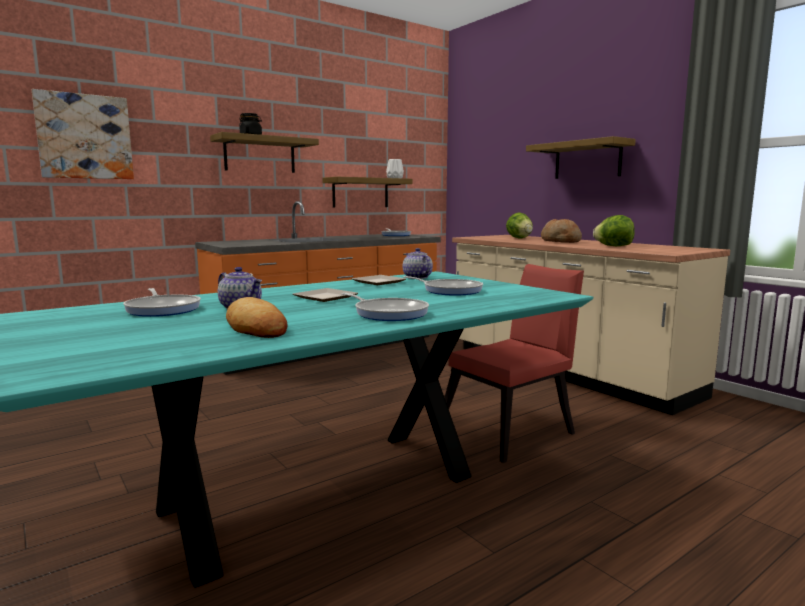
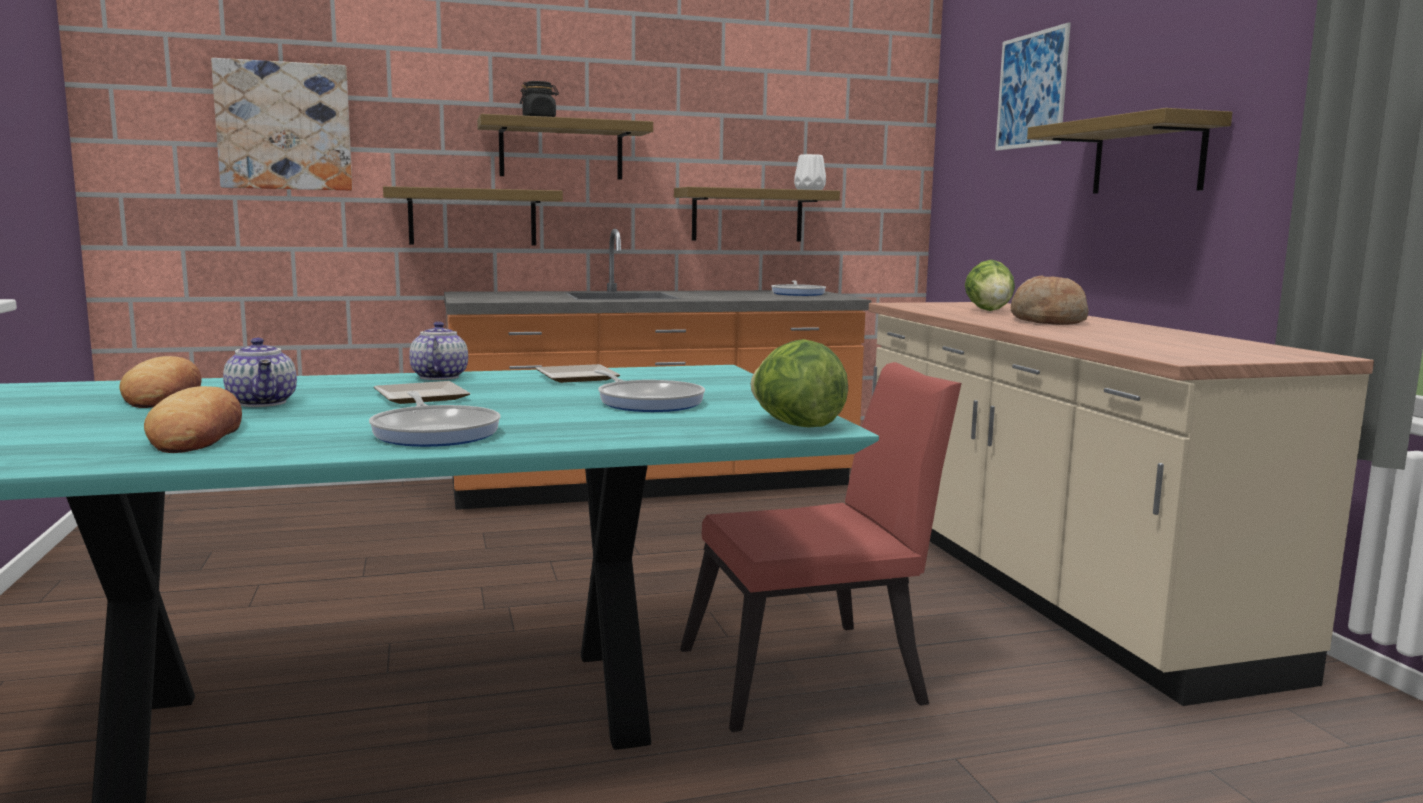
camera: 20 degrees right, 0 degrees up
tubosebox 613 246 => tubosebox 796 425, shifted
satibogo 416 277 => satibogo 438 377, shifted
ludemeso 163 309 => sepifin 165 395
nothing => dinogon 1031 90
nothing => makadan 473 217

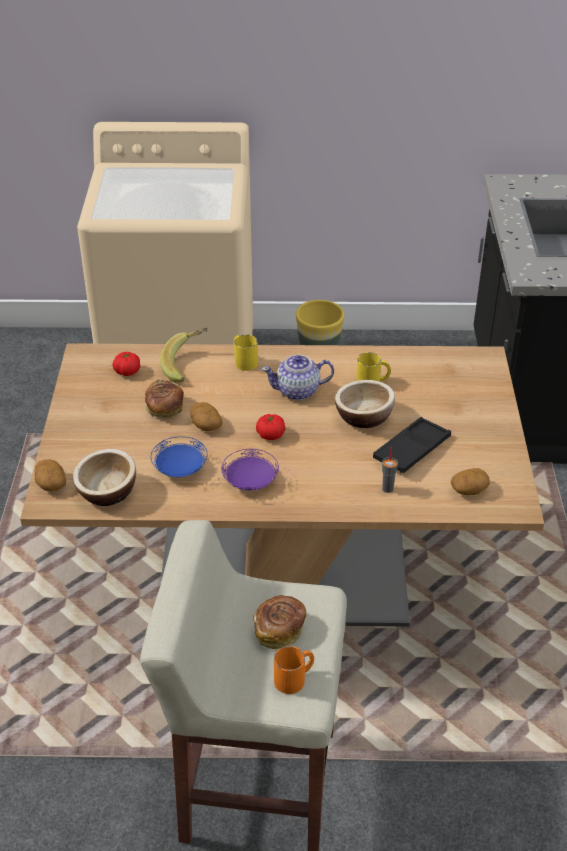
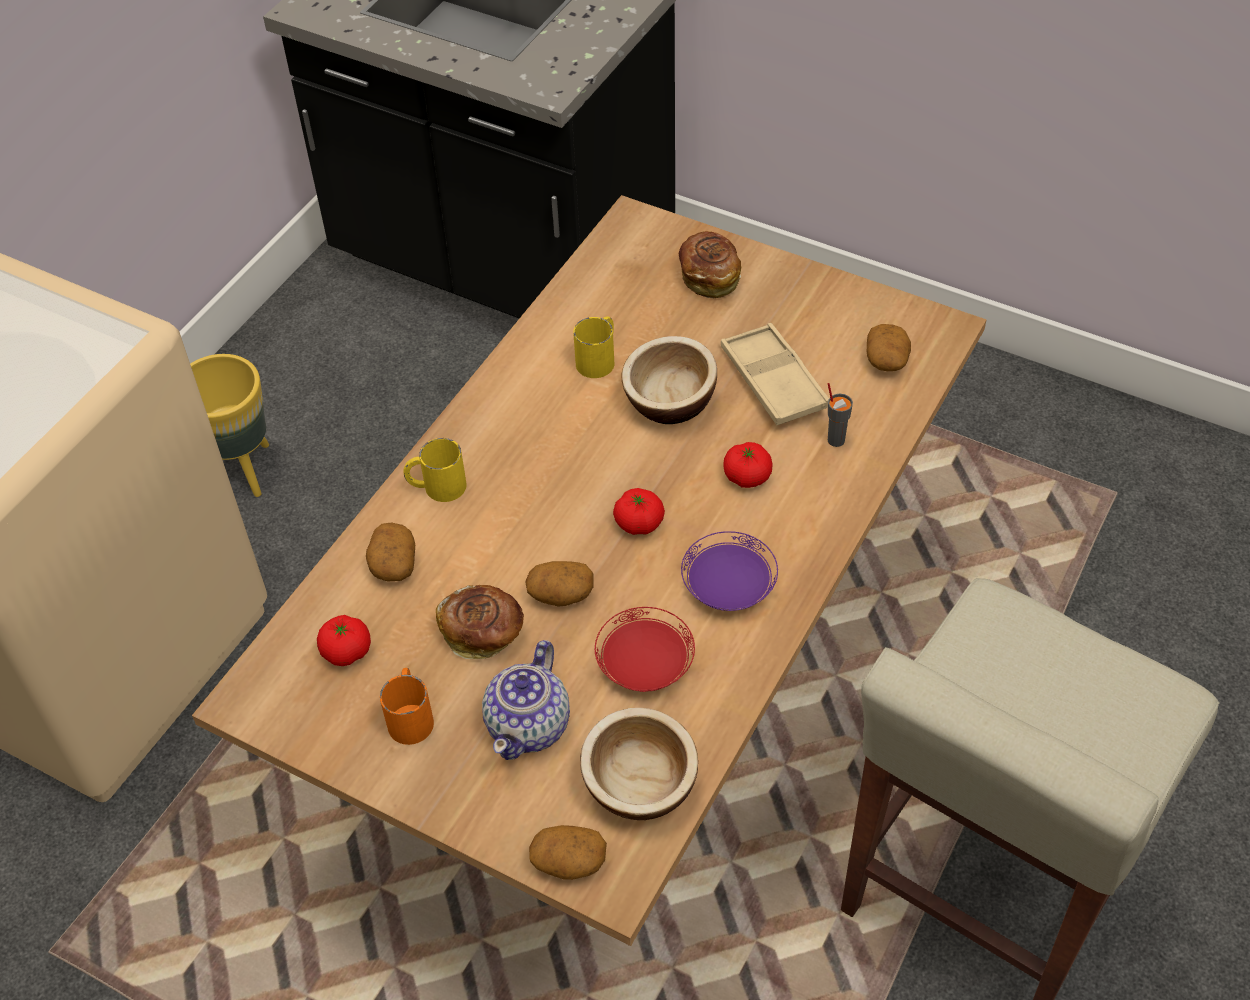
camera: 60 degrees left, 10 degrees up
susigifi 187 365 => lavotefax 393 563
satibogo 298 391 => satibogo 529 725, shifted
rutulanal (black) 411 450 => rutulanal (beige) 773 381
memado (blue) 180 468 => memado (red) 645 665
sepifin 279 630 => sepifin 709 276, shifted
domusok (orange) 295 678 => domusok (orange) 410 715, shifted
nothing => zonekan 747 476

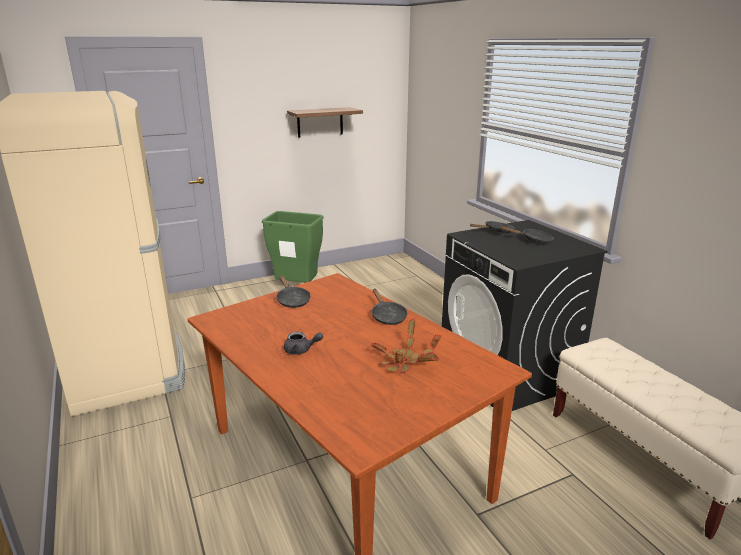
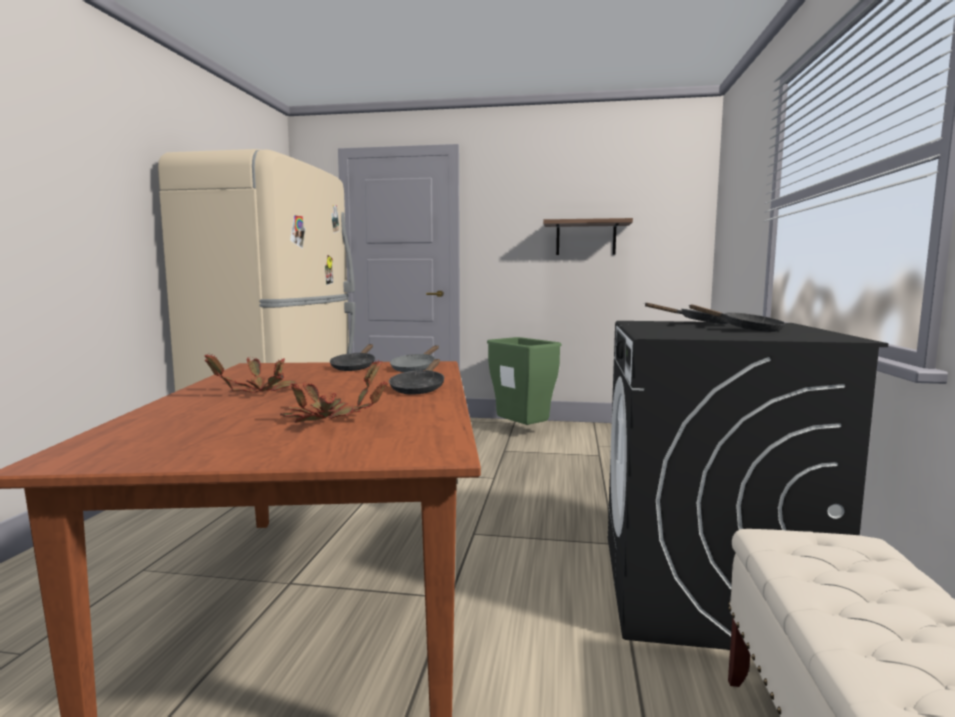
camera: 35 degrees right, 15 degrees down
satibogo (grey) 301 350 => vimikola 257 391
nothing => ludemeso (grey) 415 368

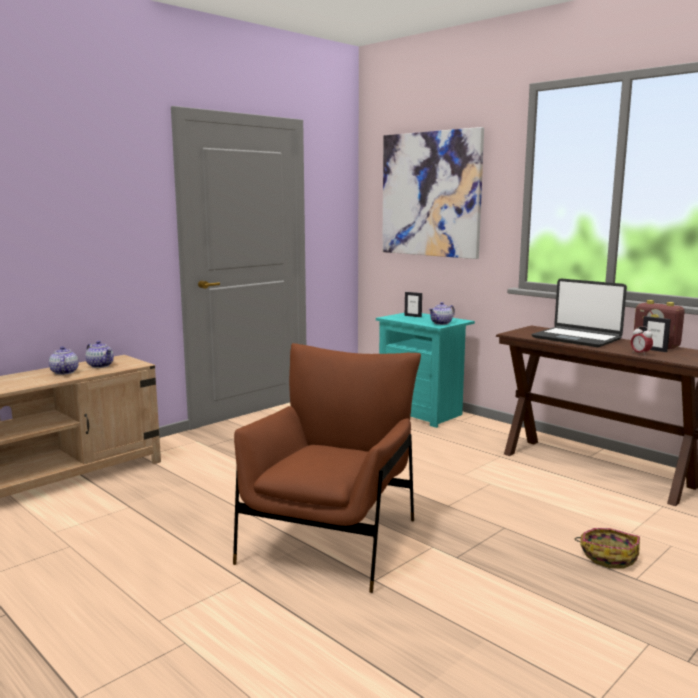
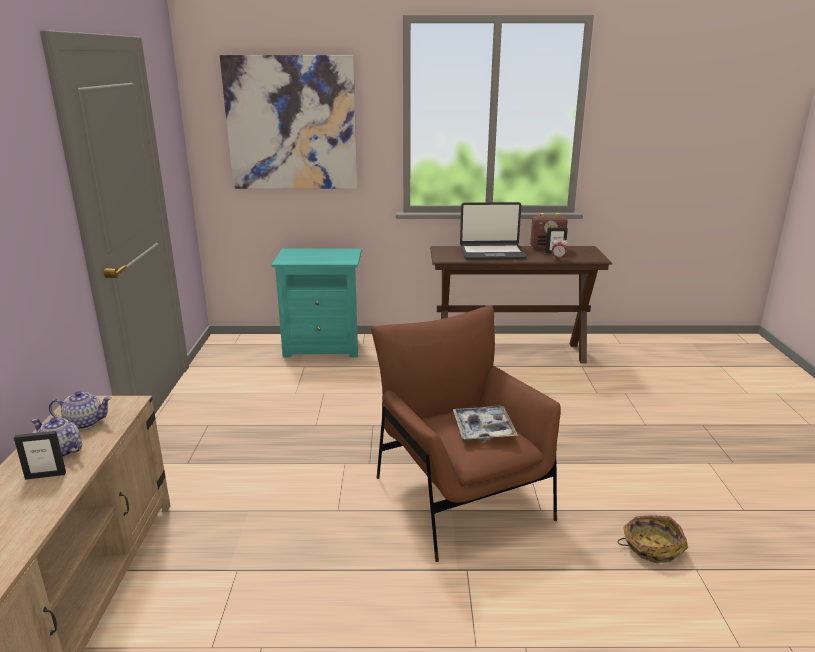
camera: 45 degrees left, 10 degrees up
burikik 413 316 => burikik 45 475, shifted
satibogo 441 323 => nothing
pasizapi 608 556 => pasizapi 651 546, shifted
nothing => rutulanal 483 429

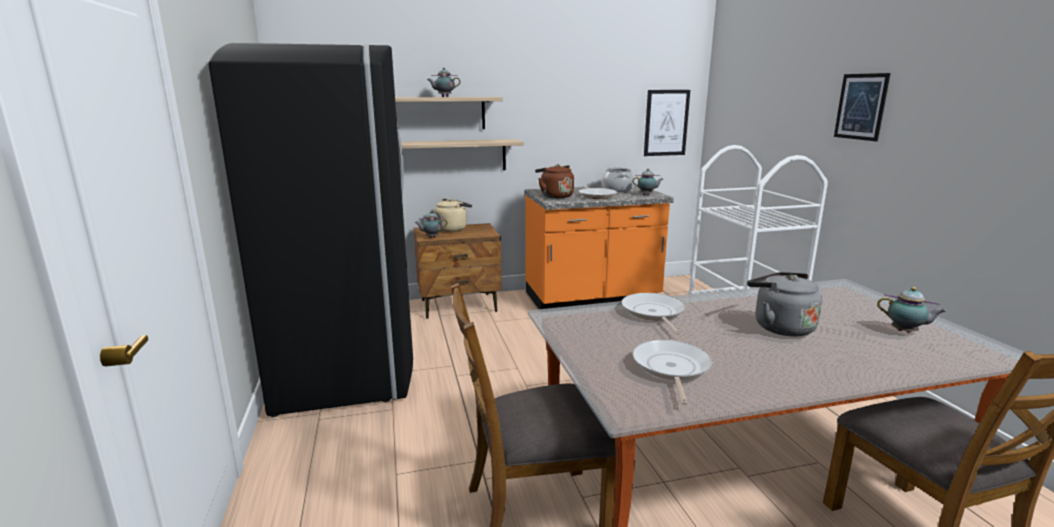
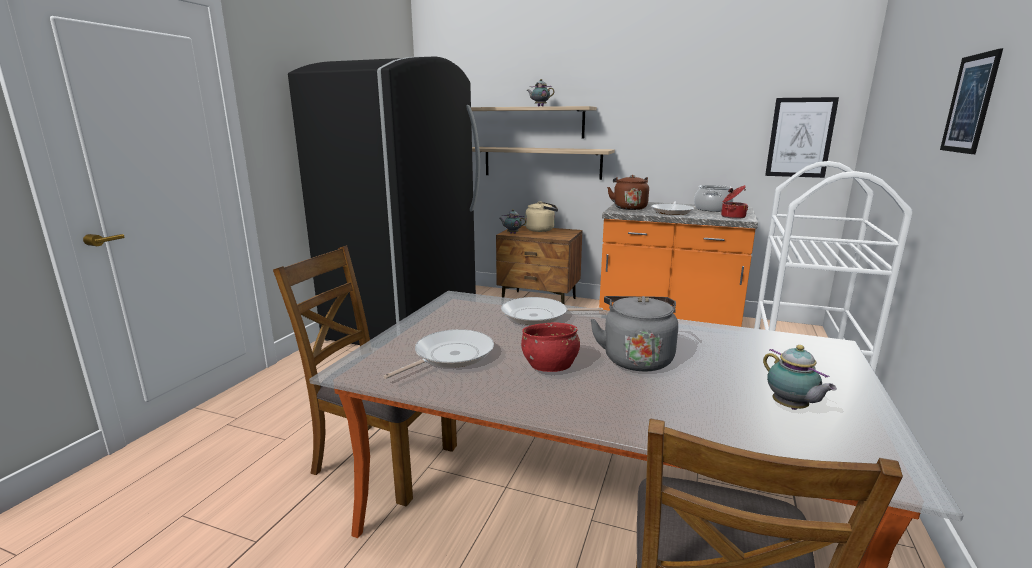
camera: 35 degrees right, 0 degrees up
satibogo 647 194 => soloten 732 216
ludemeso 653 313 => ludemeso 538 316, 120 degrees counterclockwise
nothing => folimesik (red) 550 366

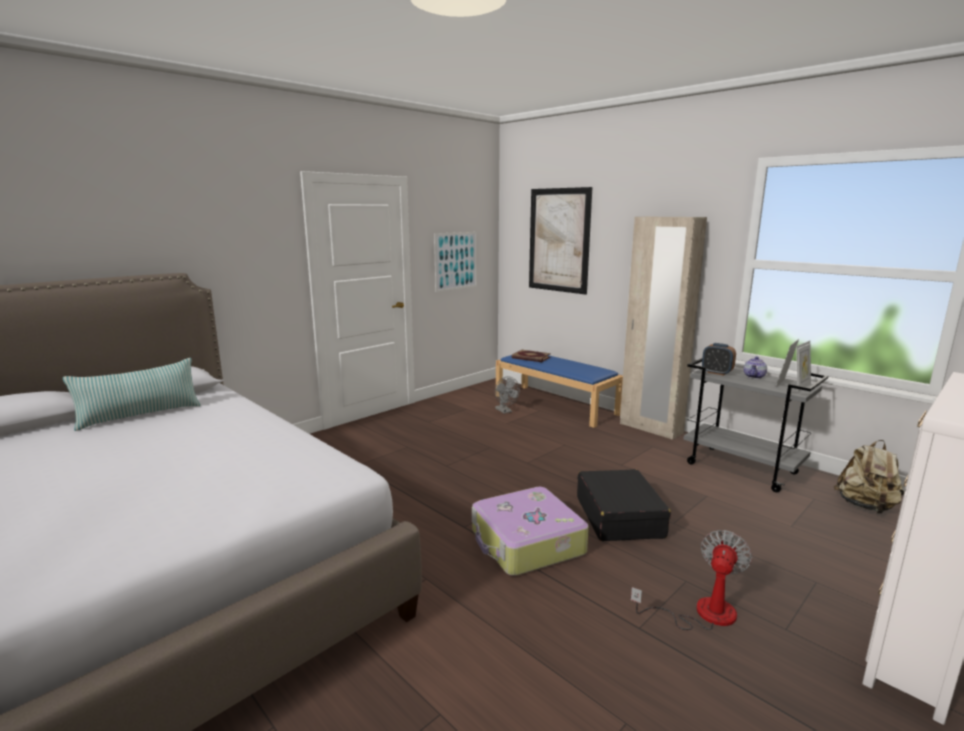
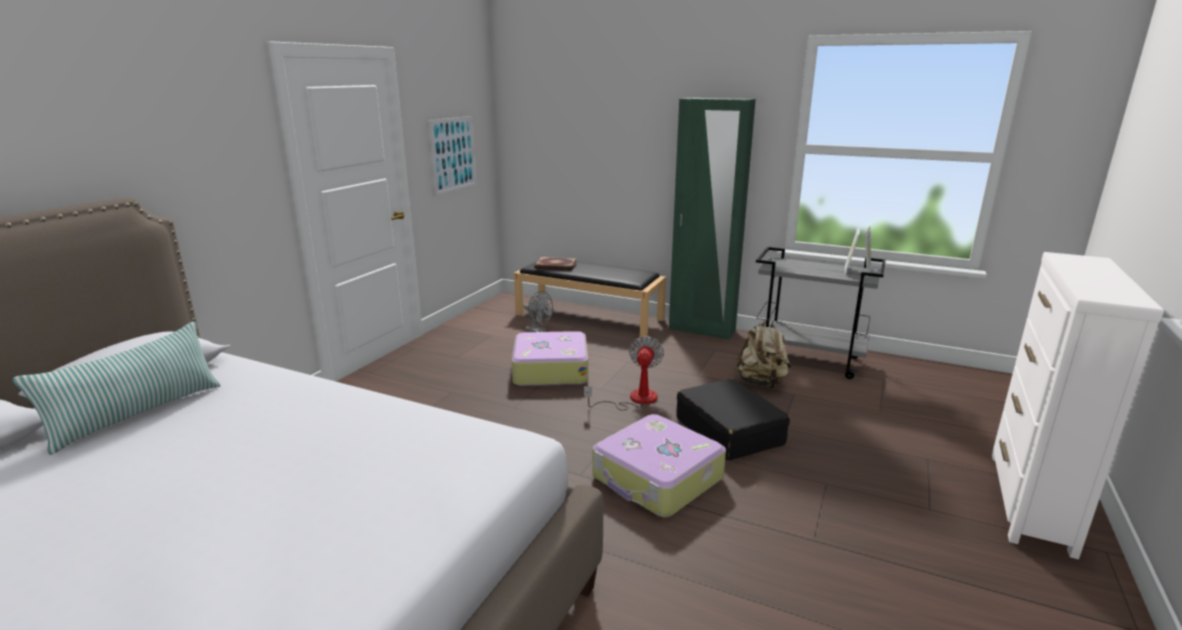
camera: 20 degrees left, 5 degrees up
dinogon 558 240 => nothing
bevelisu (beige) 650 428 => bevelisu (green) 701 330
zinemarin 717 372 => nothing
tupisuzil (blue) 556 405 => tupisuzil (black) 590 317
satibogo 754 376 => nothing
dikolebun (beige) 866 506 => dikolebun (beige) 761 383, shifted
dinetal 702 613 => dinetal 634 399, shifted
nothing => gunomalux 550 369

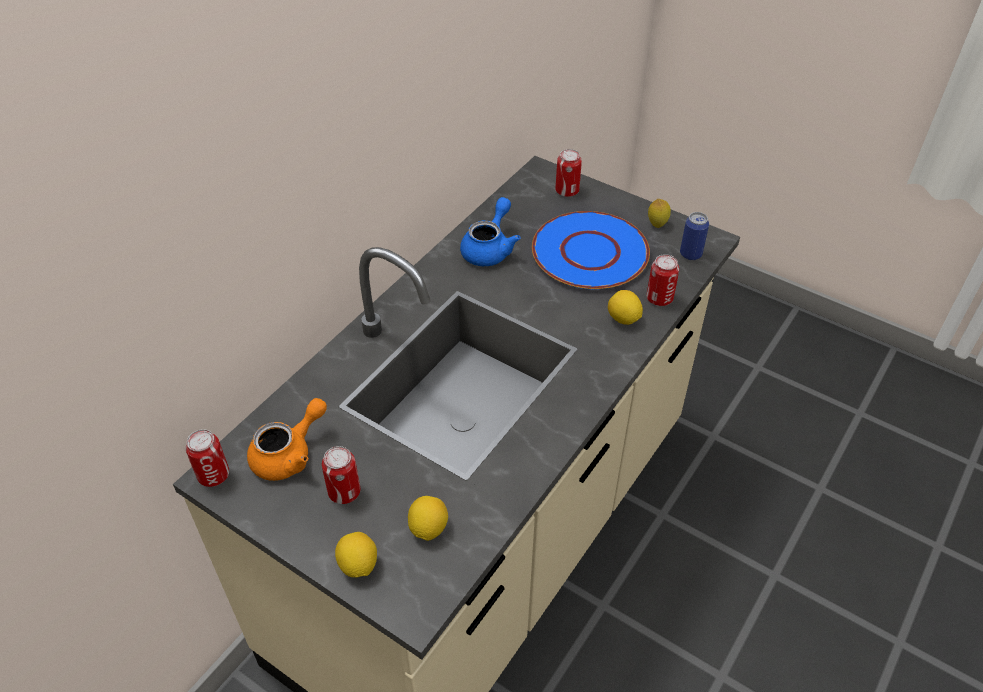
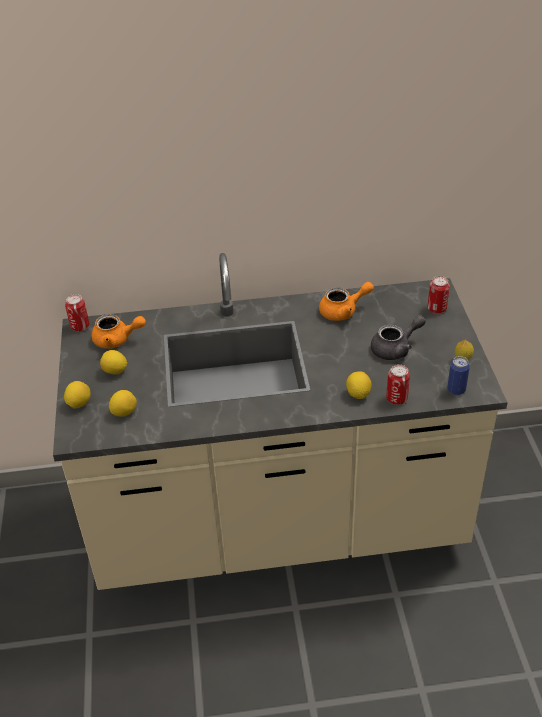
camera: 50 degrees right, 5 degrees down
satibogo (blue) 490 248 => satibogo (orange) 343 311
memado (blue) 589 252 => satibogo (grey) 396 348
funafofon 344 492 => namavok 115 371

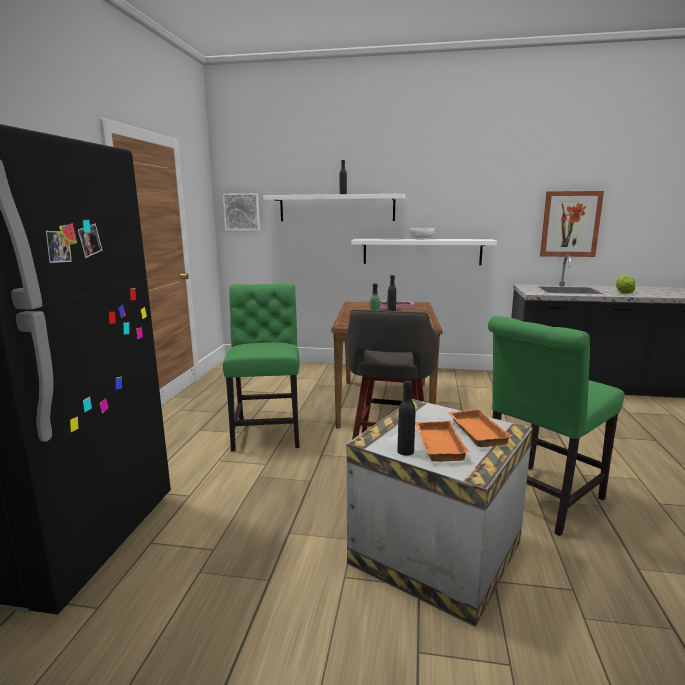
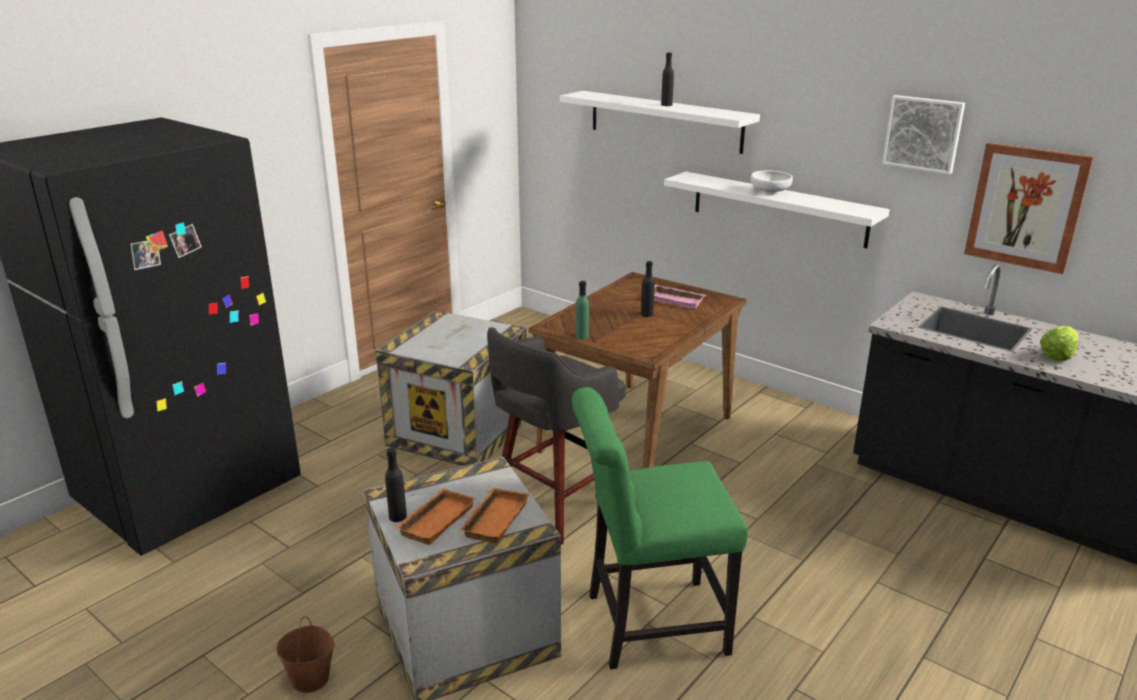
camera: 30 degrees right, 10 degrees up
dinogon 242 212 => dinogon 923 133, shifted
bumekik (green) 267 431 => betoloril 459 432
nothing => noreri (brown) 311 679

